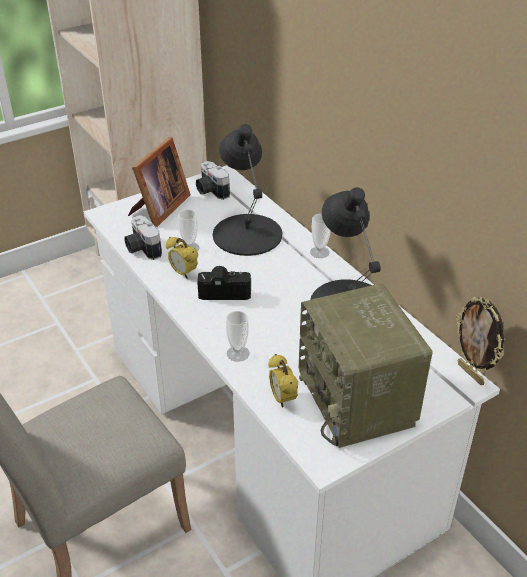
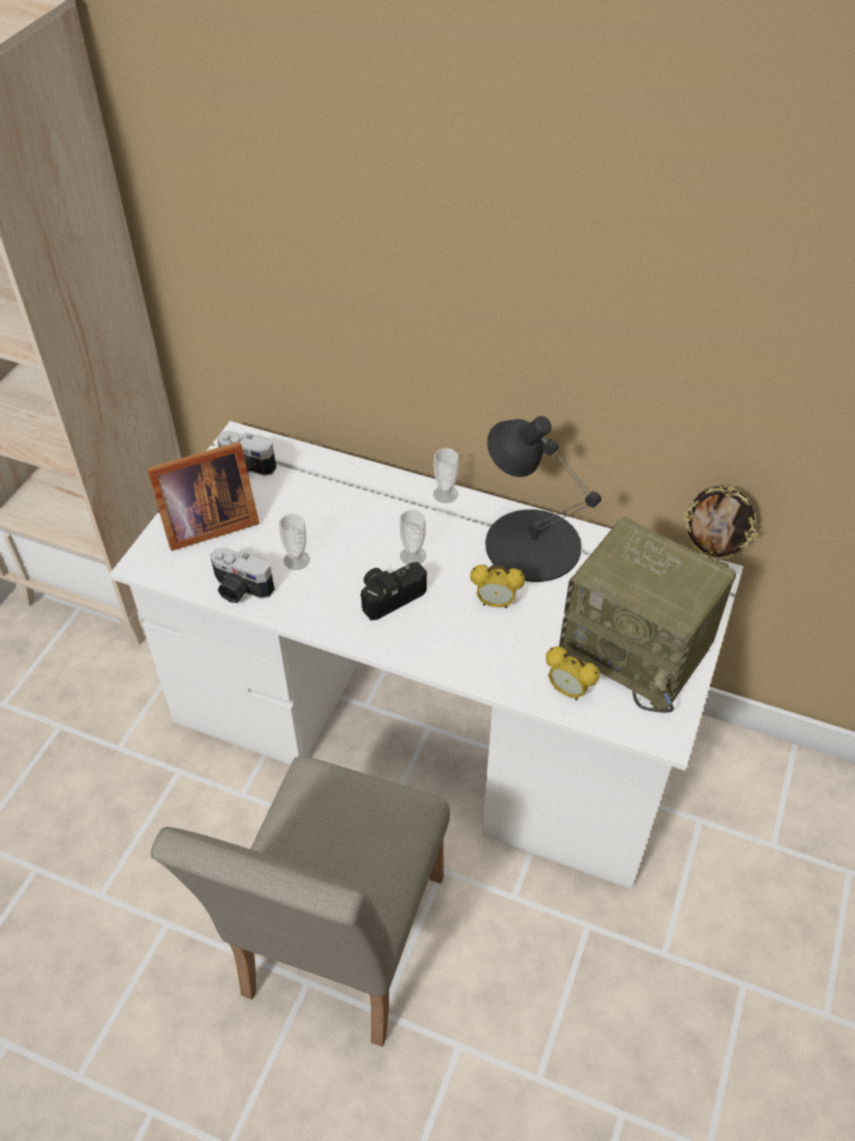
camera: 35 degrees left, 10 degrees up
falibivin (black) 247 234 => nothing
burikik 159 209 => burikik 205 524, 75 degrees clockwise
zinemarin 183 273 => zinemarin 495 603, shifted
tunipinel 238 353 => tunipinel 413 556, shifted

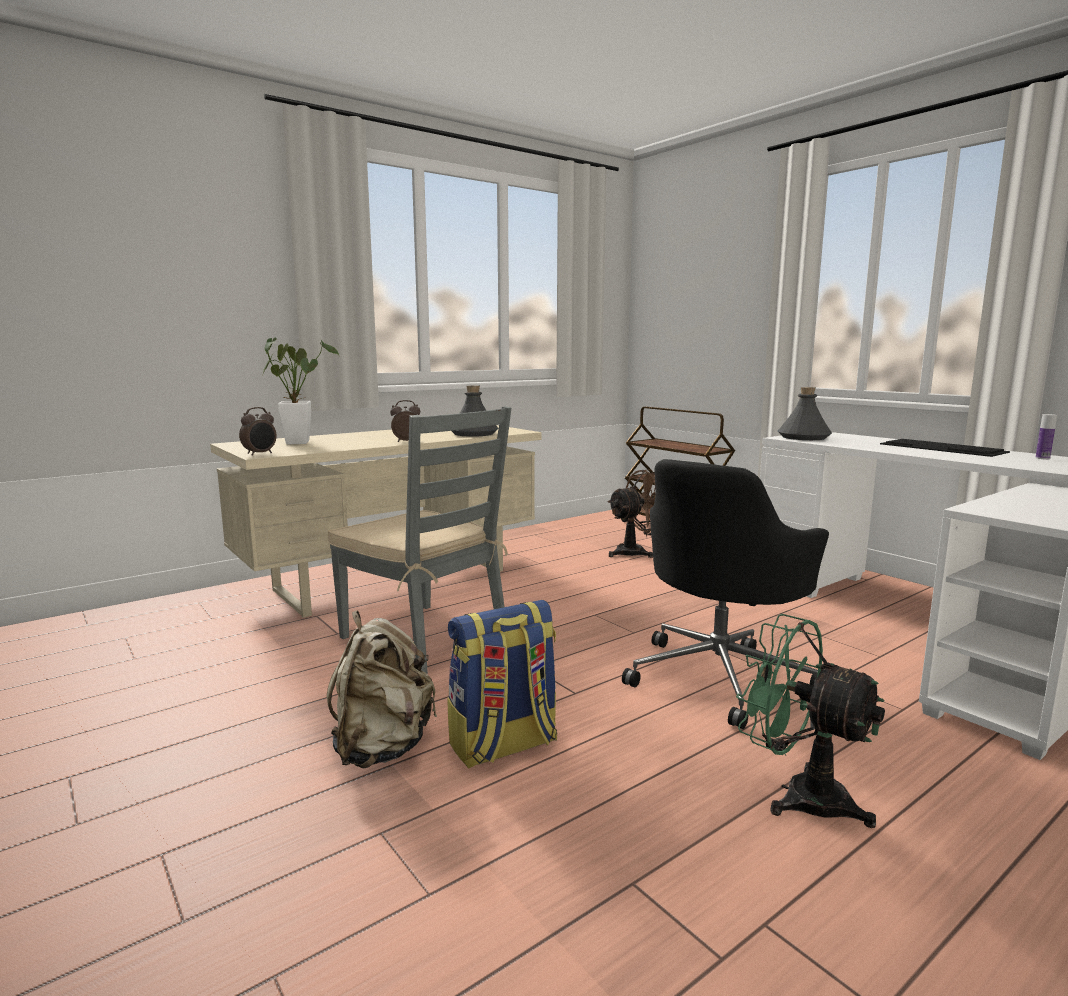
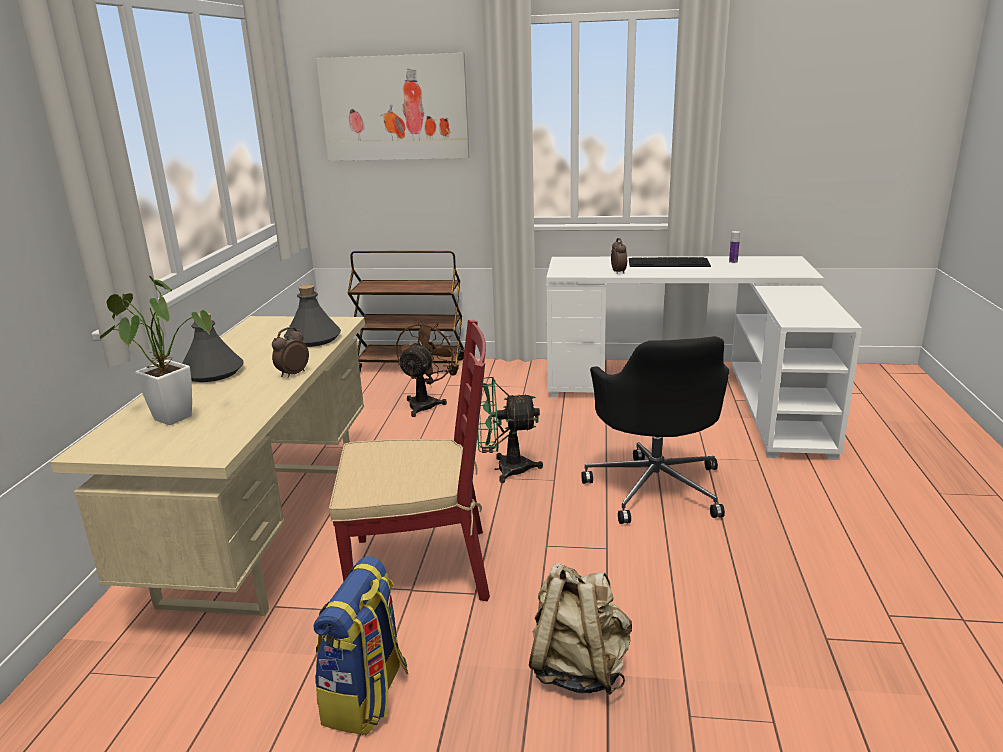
camera: 45 degrees left, 10 degrees up
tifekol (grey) 804 437 => tifekol (grey) 212 372, shifted
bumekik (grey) 425 637 => bumekik (red) 422 567
zinemarin 260 454 => zinemarin 619 272, shifted
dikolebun 503 746 => dikolebun 366 697, shifted
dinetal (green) 799 794 => dinetal (green) 504 469, shifted
nothing => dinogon 394 108

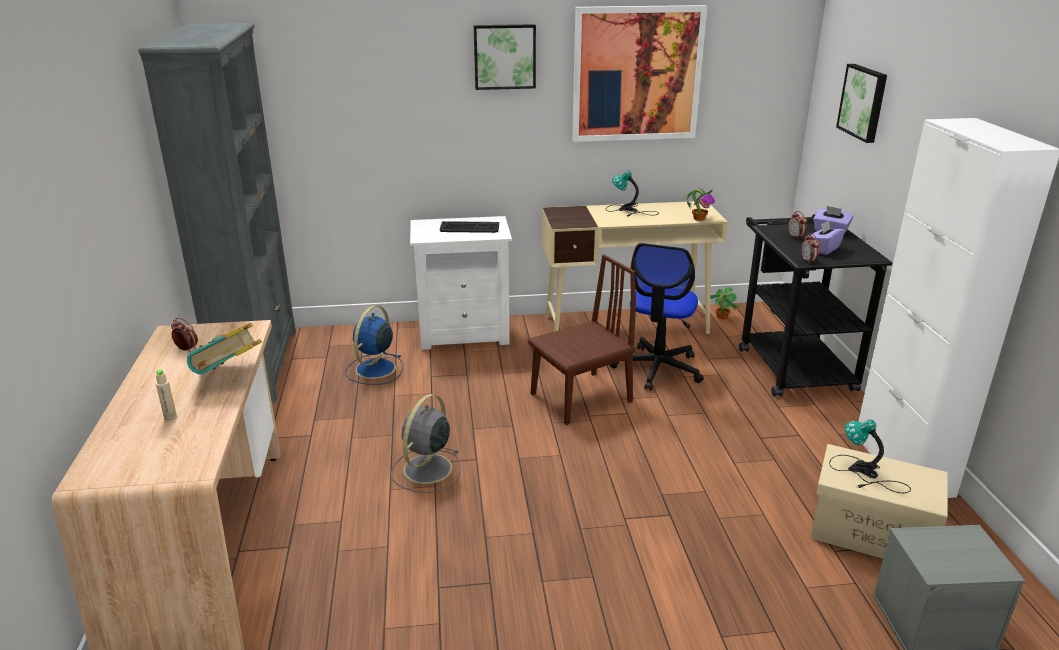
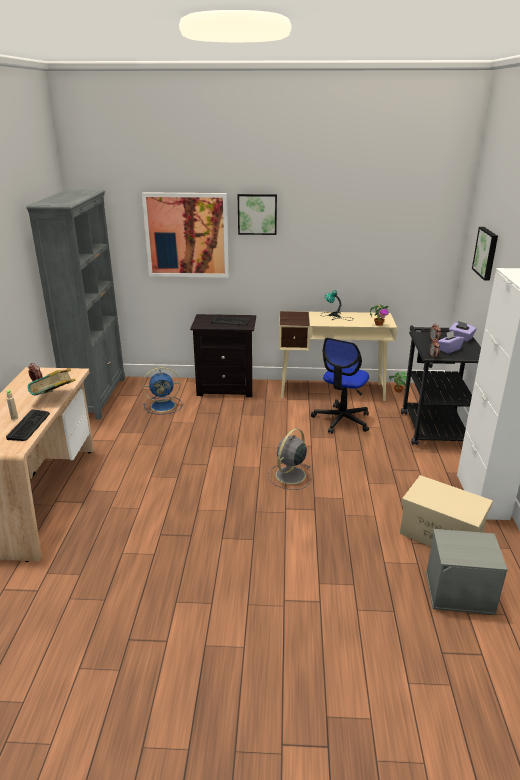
camera: 10 degrees right, 0 degrees up
dinogon 636 74 => dinogon 187 235, shifted
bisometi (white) 464 333 => bisometi (black) 226 388
bumekik (brown) 581 398 => nothing
dinetal (blue) 374 370 => dinetal (blue) 164 405, 135 degrees counterclockwise
dinetal (grey) 426 470 => dinetal (grey) 289 476, shifted
falibivin 865 474 => nothing
nothing => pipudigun 29 425

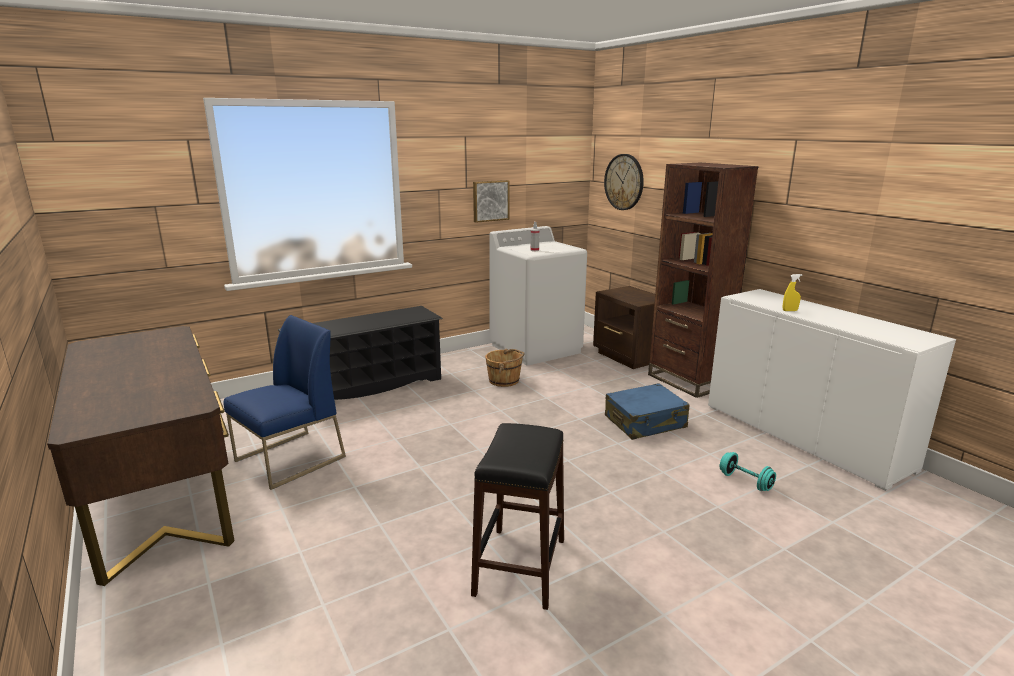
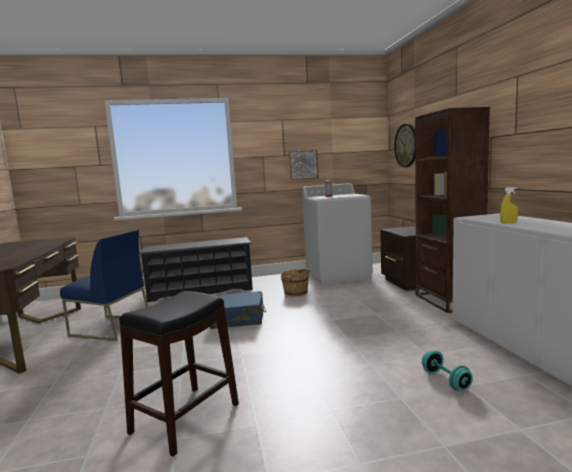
camera: 20 degrees right, 10 degrees down
bumekik (blue) 290 459 => bumekik (blue) 110 328, 45 degrees clockwise
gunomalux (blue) 645 422 => gunomalux (blue) 238 319, shifted

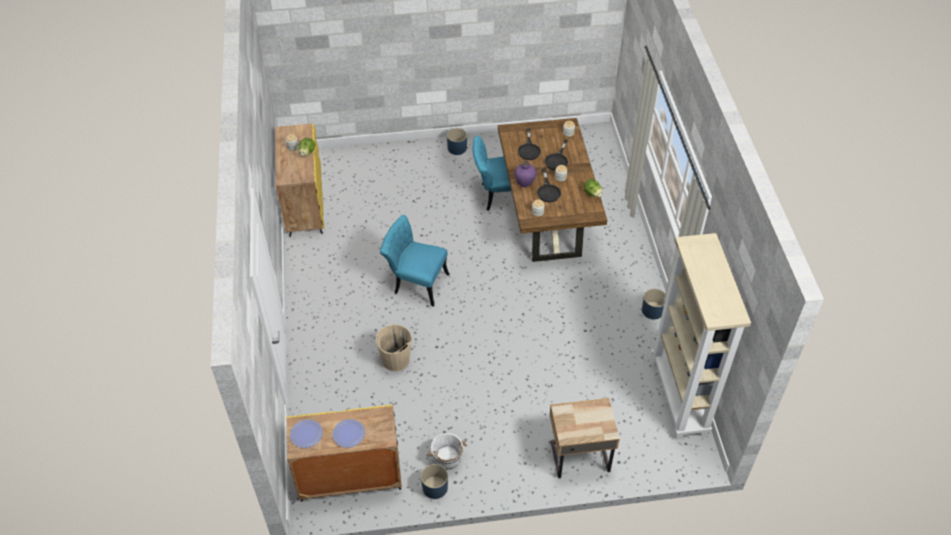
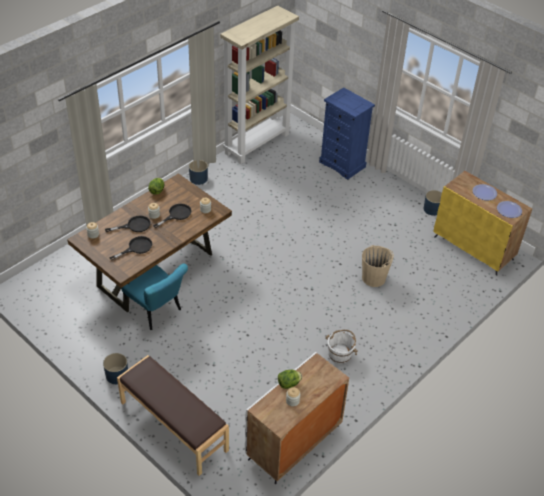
camera: 130 degrees left, 5 degrees down
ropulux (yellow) 304 205 => ropulux (white) 294 443
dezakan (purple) 524 183 => nothing
bumekik (turquoise) 415 282 => nothing
bisometi (beige) 579 455 => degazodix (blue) 342 164
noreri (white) 447 459 => noreri (white) 340 354, shifted
nothing => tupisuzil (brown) 173 426

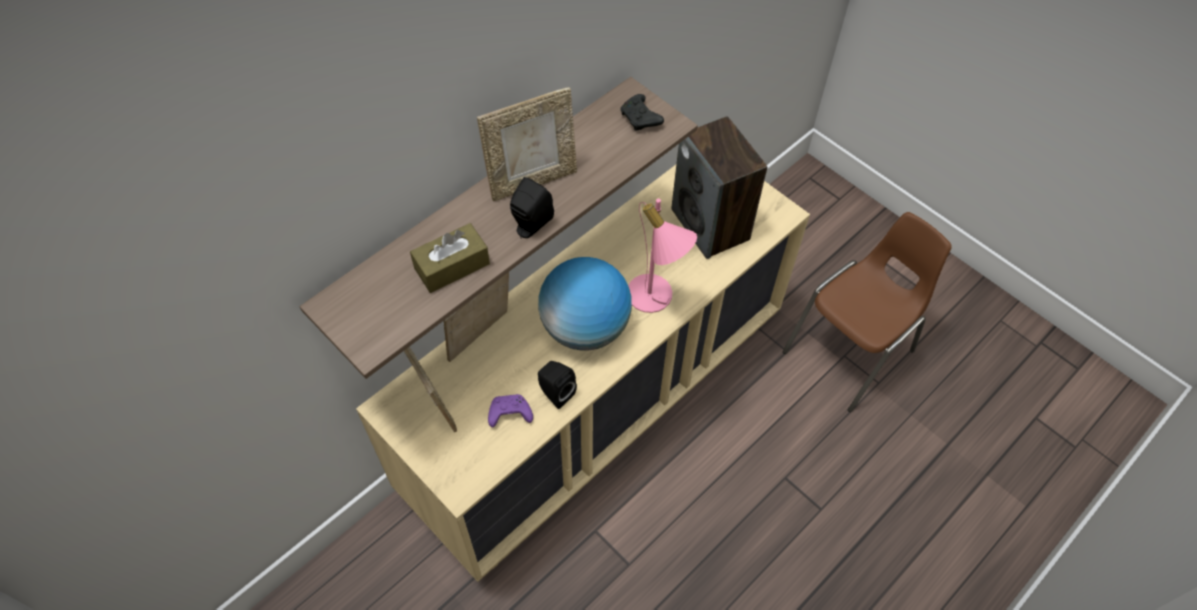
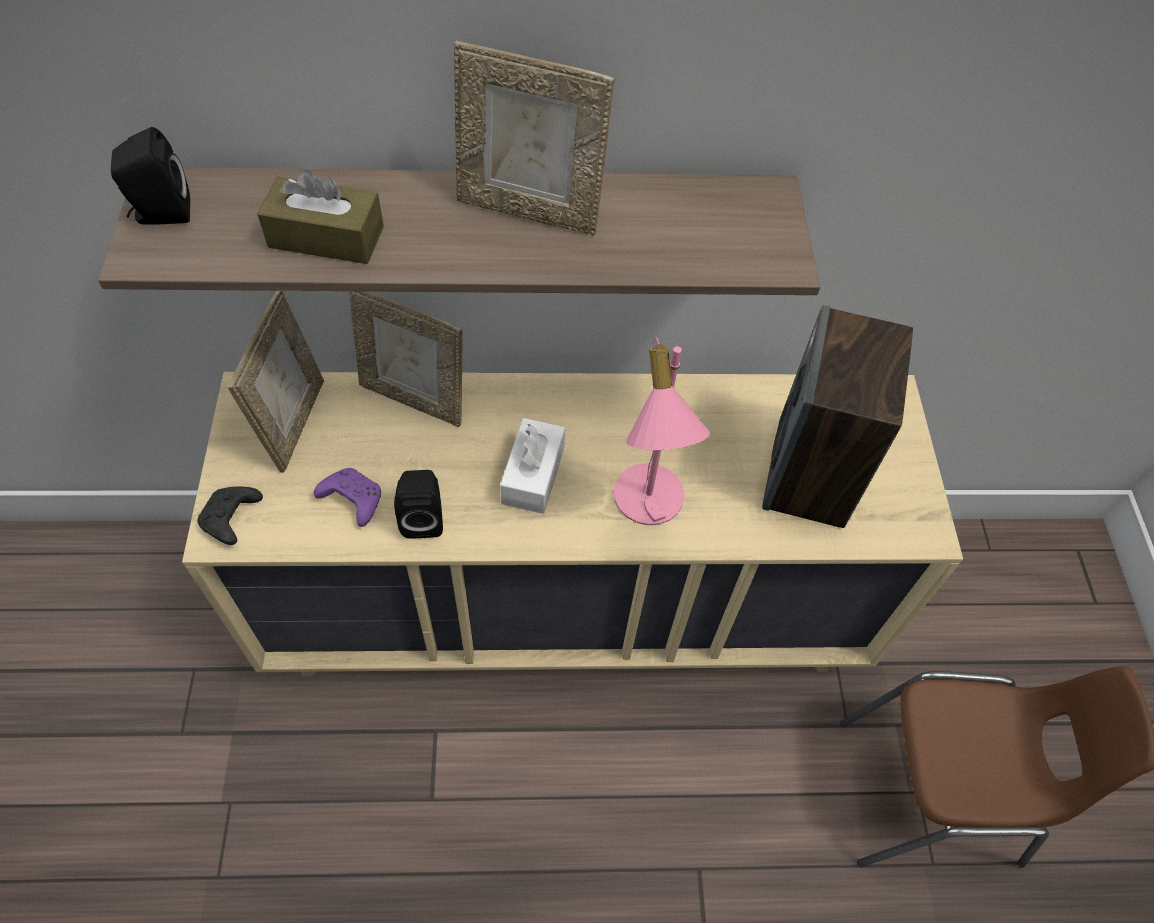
camera: 40 degrees right, 0 degrees up
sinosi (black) 640 119 => sinosi (black) 231 520, shifted
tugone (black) 530 226 => tugone (black) 161 214, shifted
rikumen 585 328 => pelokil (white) 533 475
burikik 481 339 => burikik 414 399, 150 degrees counterclockwise

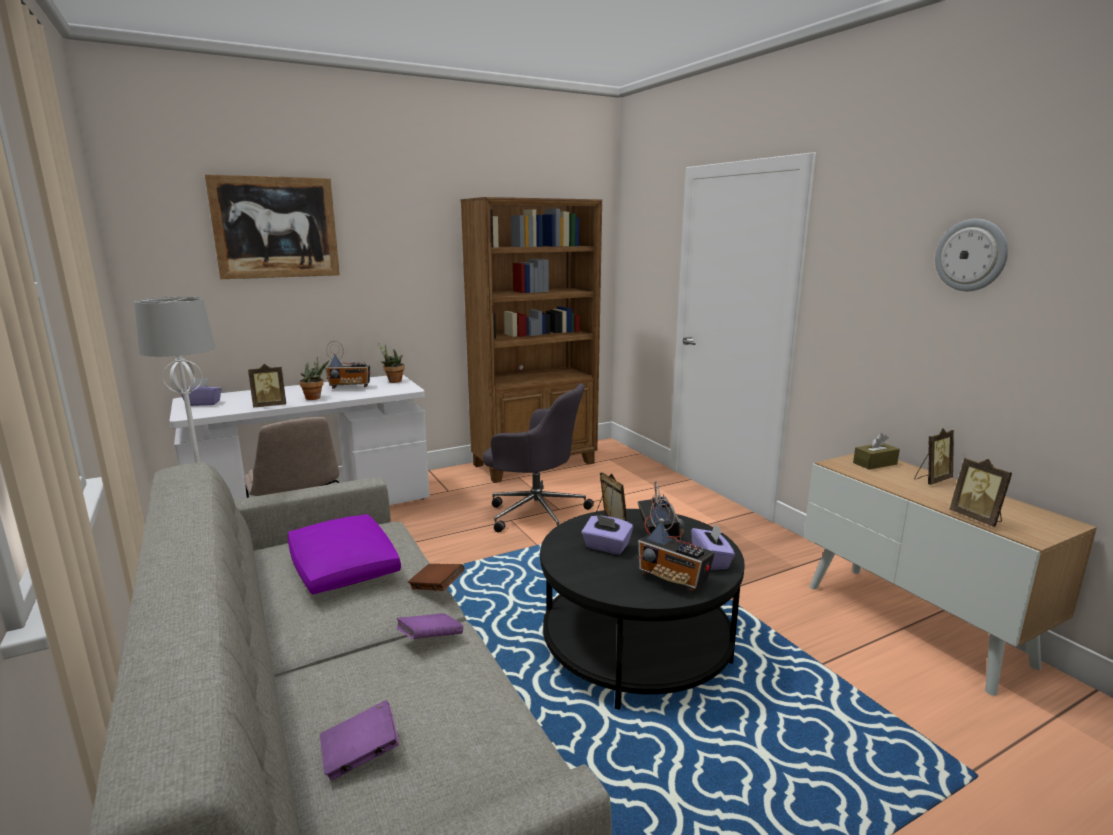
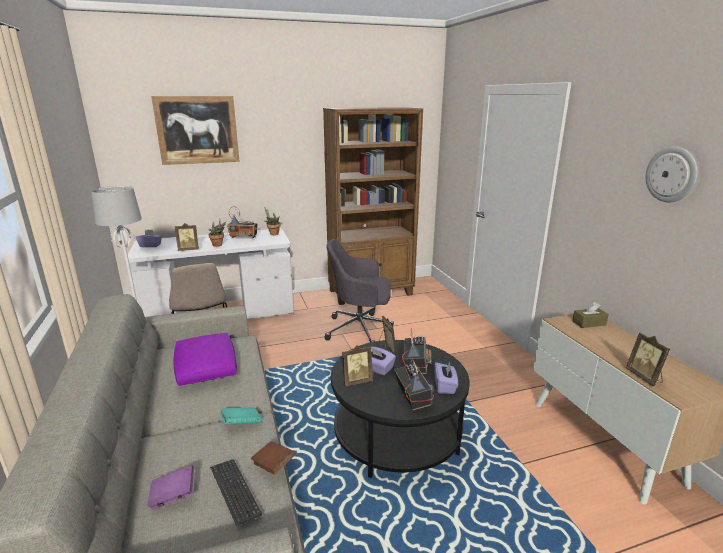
camera: 10 degrees right, 5 degrees up
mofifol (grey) 535 512 => mofifol (grey) 360 329, 150 degrees clockwise
burikik 931 480 => burikik 356 381, shifted
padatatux 673 579 => padatatux 413 398, 150 degrees counterclockwise
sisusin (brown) 437 588 => sisusin (brown) 273 465, shifted
sisusin (purple) 430 639 => sisusin (turquoise) 241 423
nothing => pipudigun 235 491

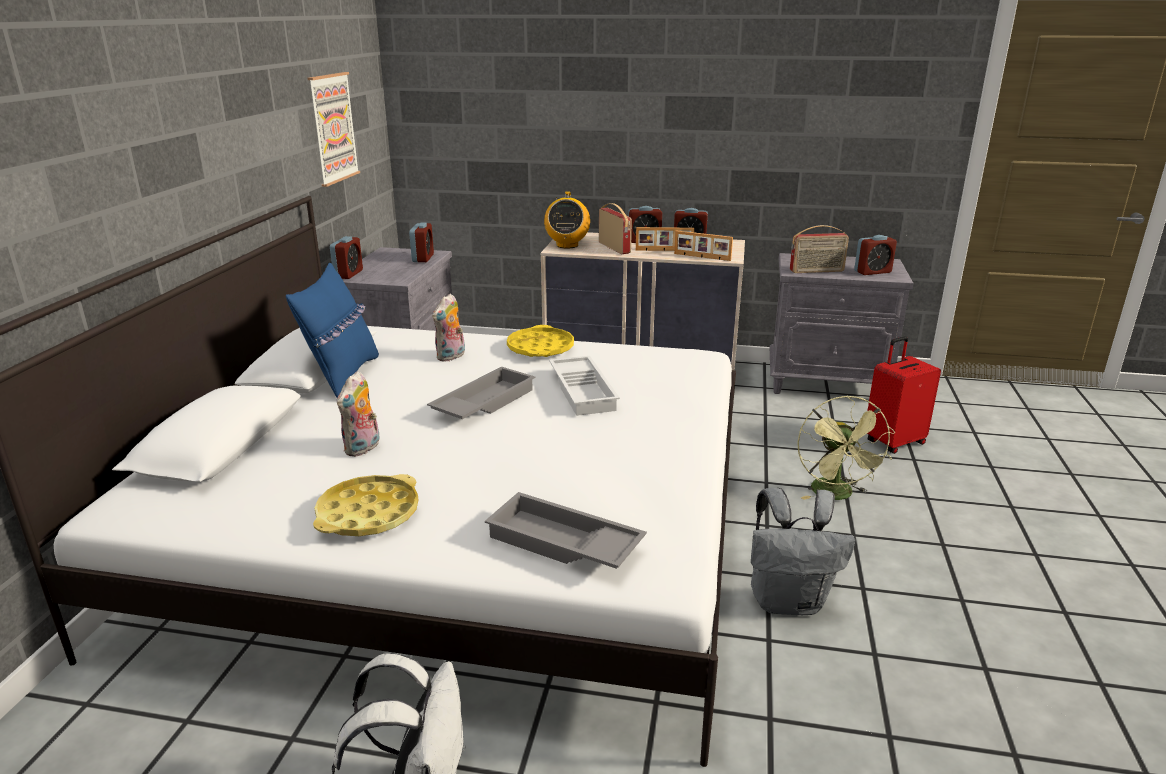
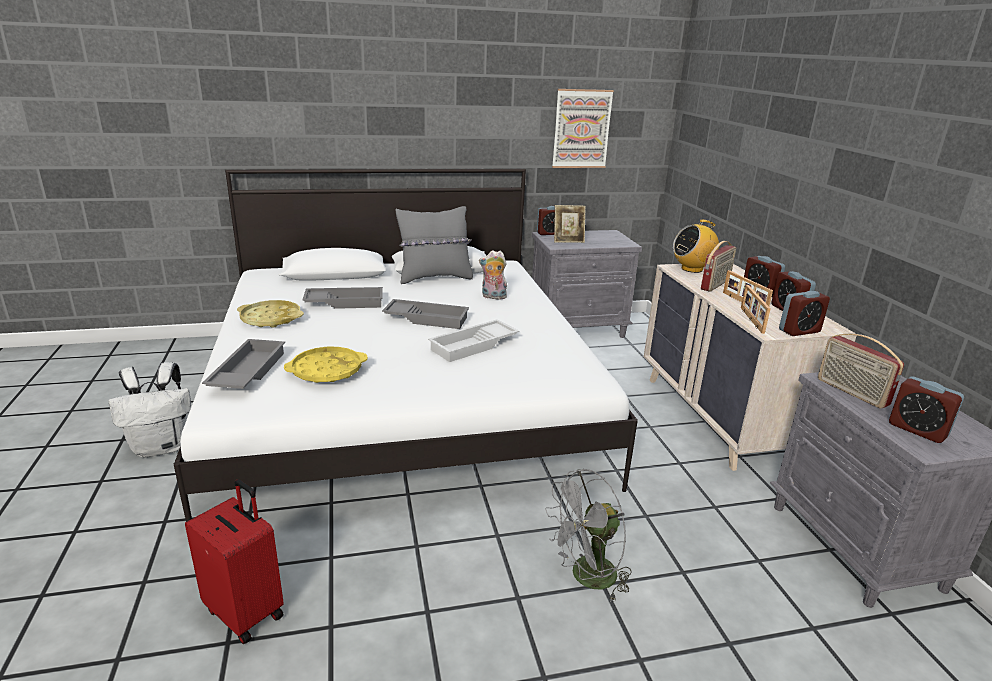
camera: 65 degrees right, 0 degrees up
zinemarin 423 258 => zinemarin 799 331, shifted
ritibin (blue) 342 376 => ritibin (grey) 435 278
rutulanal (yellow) 540 348 => rutulanal (yellow) 327 370, shifted
gunomalux (red) 893 442 => gunomalux (red) 246 612, shifted
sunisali 363 448 => rutulanal (grey) 345 302
dinetal (green) 836 495 => dinetal (grey) 586 578
dikolebun (grey) 788 601 => nothing
nothing => burikik 568 241

